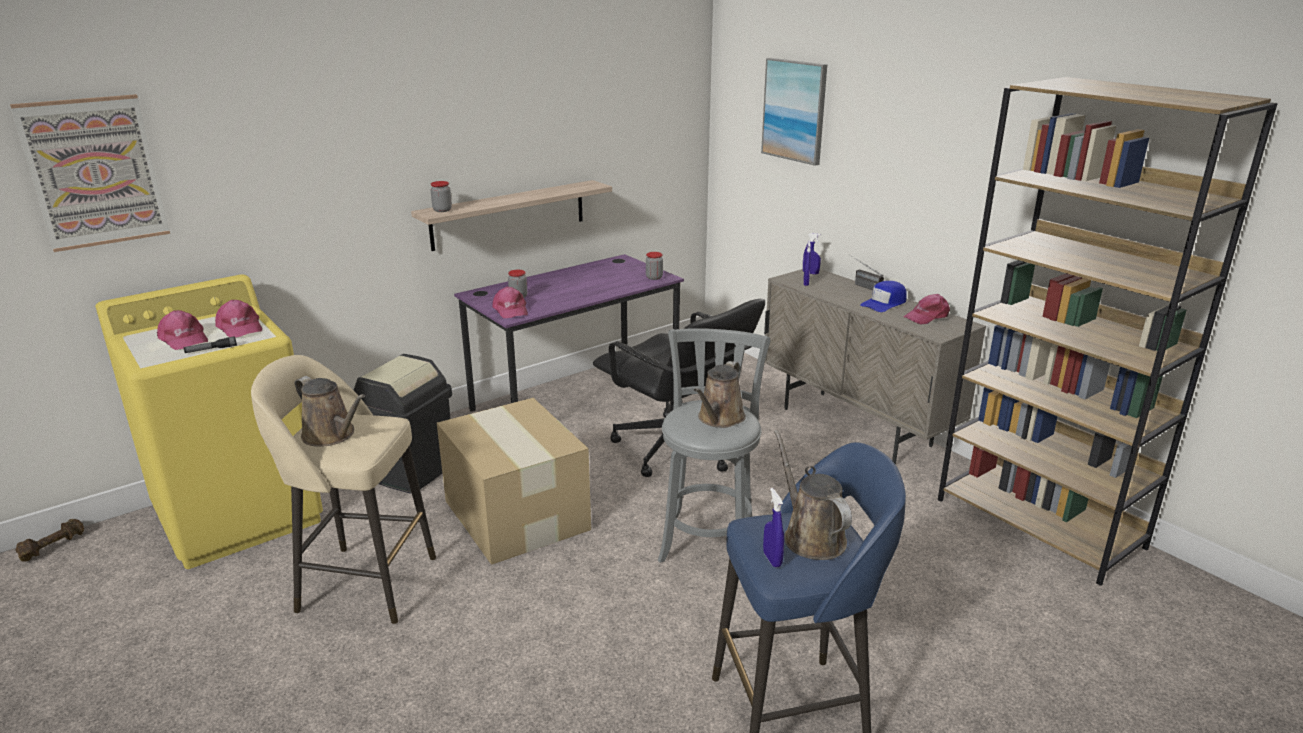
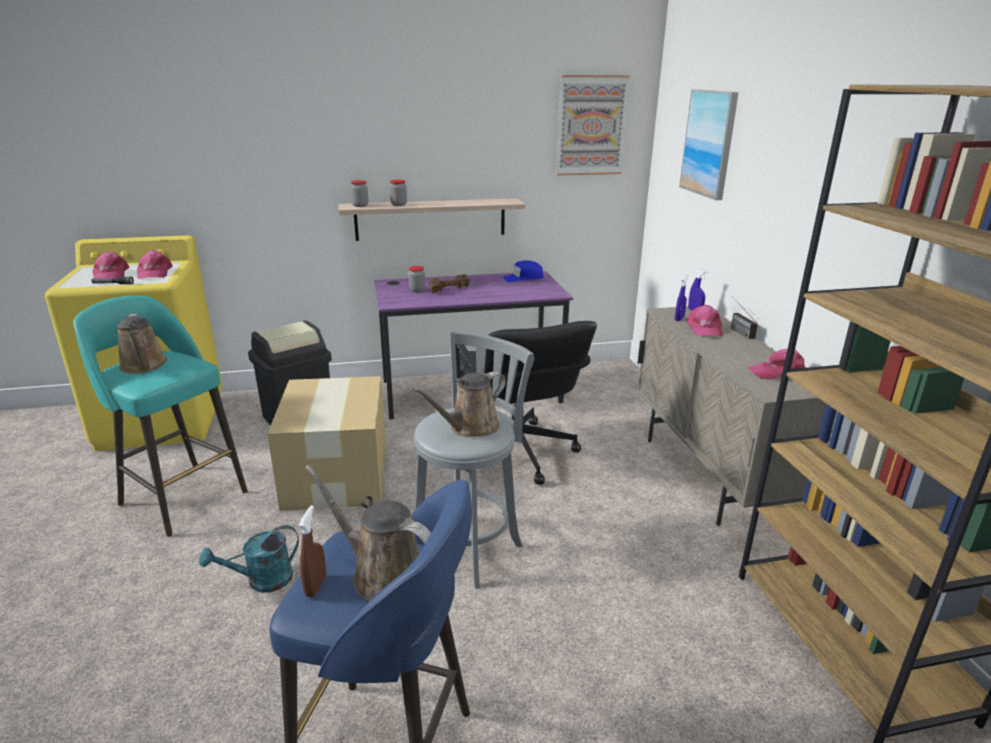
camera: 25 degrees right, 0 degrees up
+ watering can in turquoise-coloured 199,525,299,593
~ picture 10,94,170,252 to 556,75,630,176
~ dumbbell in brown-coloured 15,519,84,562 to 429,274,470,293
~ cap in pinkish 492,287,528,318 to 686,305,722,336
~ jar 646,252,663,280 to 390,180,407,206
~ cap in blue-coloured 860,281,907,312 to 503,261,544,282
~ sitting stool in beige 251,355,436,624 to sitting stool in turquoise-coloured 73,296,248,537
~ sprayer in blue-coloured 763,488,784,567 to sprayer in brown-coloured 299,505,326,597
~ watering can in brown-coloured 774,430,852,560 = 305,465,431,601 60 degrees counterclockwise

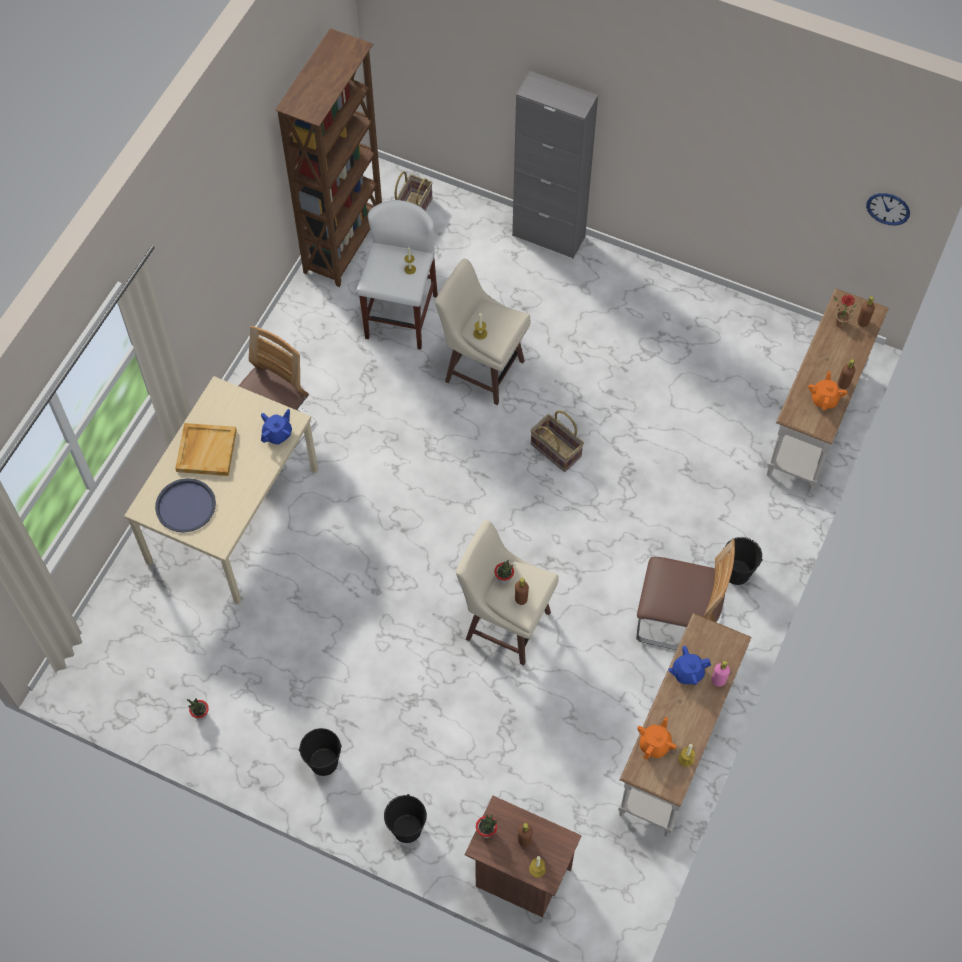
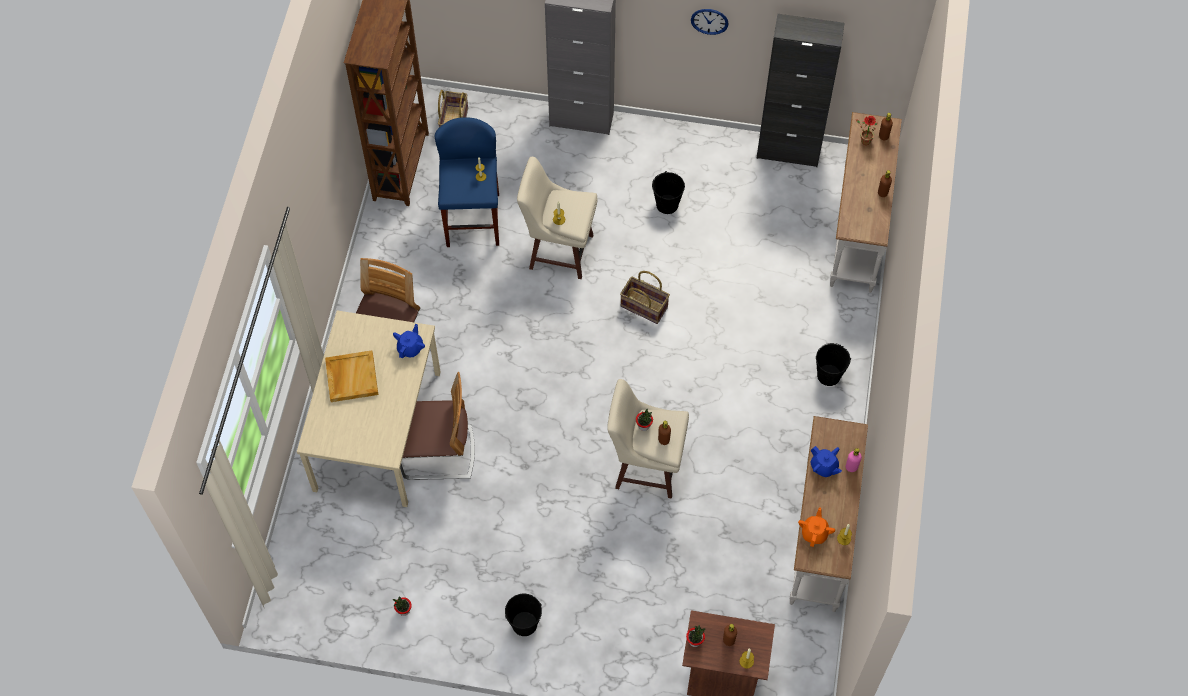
camera: 15 degrees left, 0 degrees up
- tray in blue-coloured 155,478,216,532
- teapot in orange 808,371,847,410
+ cupboard in black 756,14,845,167
~ water bucket in black 384,794,427,843 to 652,171,685,214
~ chair 636,540,735,650 to 400,372,475,480
~ wall clock 866,193,910,225 to 691,9,728,35
~ sitting stool in whitish 357,200,438,350 to sitting stool in blue-coloured 435,117,499,247
~ teapot in blue-coloured 668,646,711,685 = 810,446,842,477 105 degrees counterclockwise

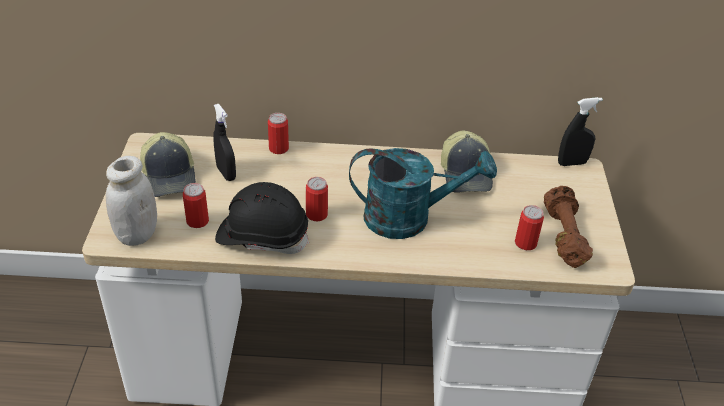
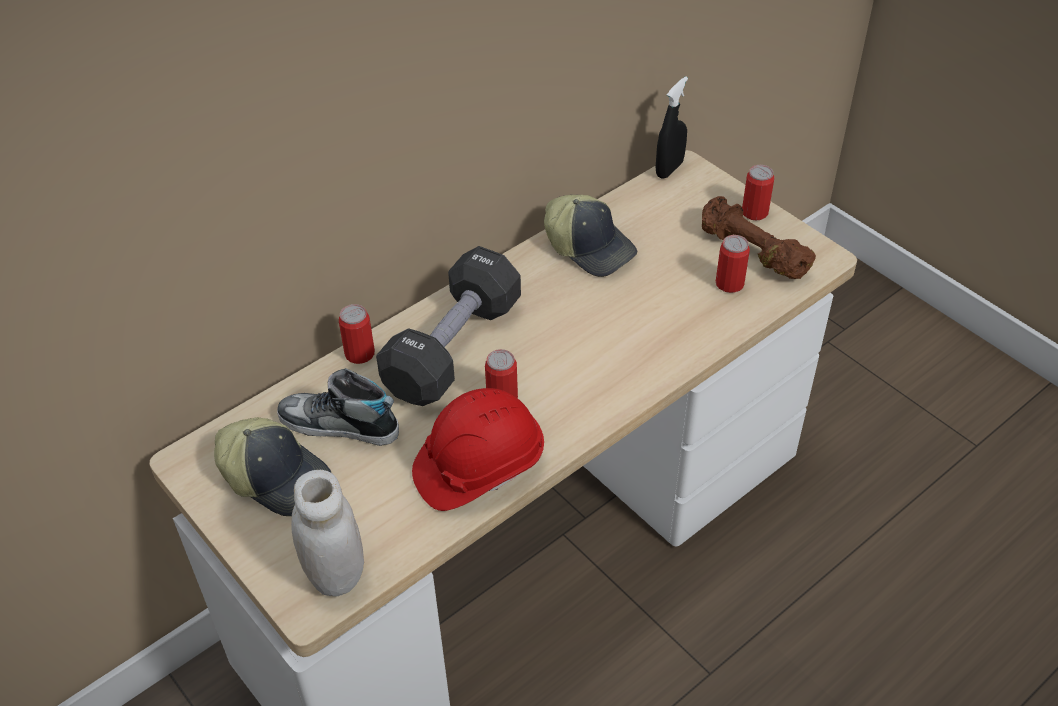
camera: 40 degrees left, 5 degrees up
- watering can in turquoise-coloured 349,148,497,239
+ dumbbell in black 376,246,521,406
~ can 183,183,209,228 to 742,165,775,220
~ sprayer in black 213,104,236,181 to shoe 277,368,399,446
~ safety helmet in black 215,182,309,254 to safety helmet in reddish 412,388,544,511

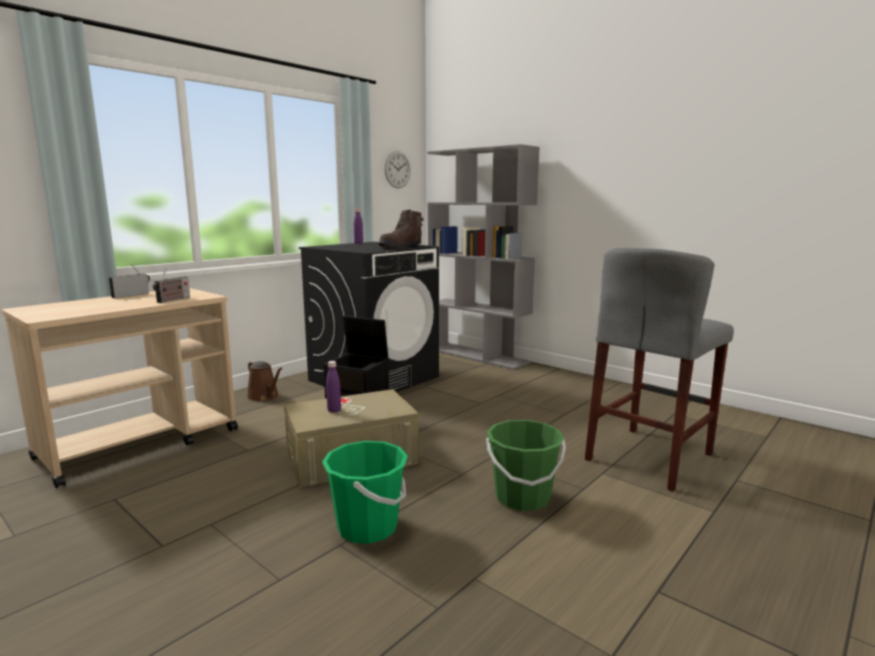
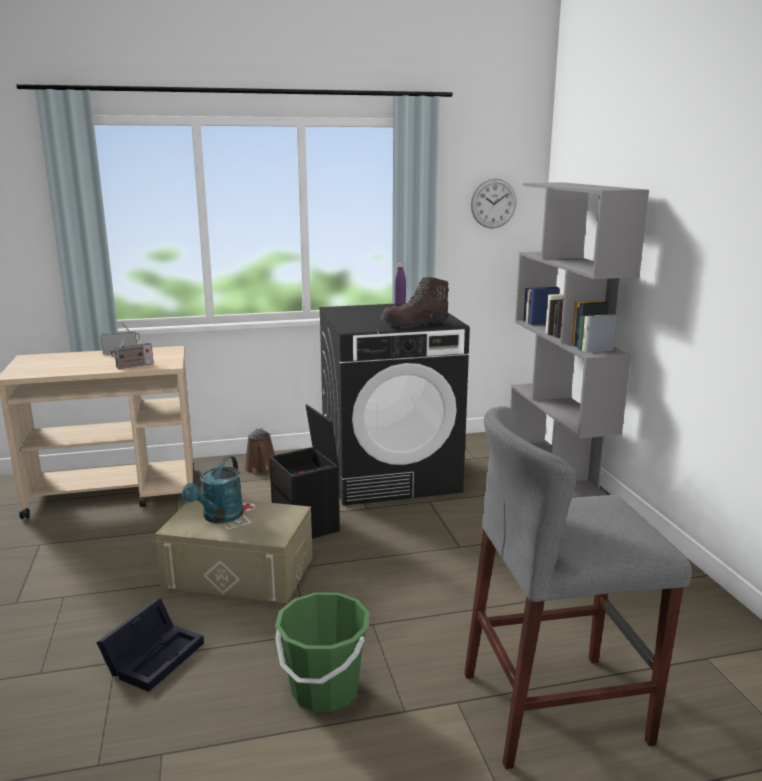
camera: 35 degrees right, 5 degrees up
~ water bucket in greenish 322,441,408,544 to storage container in black 96,598,204,692
~ beverage bottle in purple-coloured 326,361,341,413 to watering can in turquoise-coloured 182,456,244,523

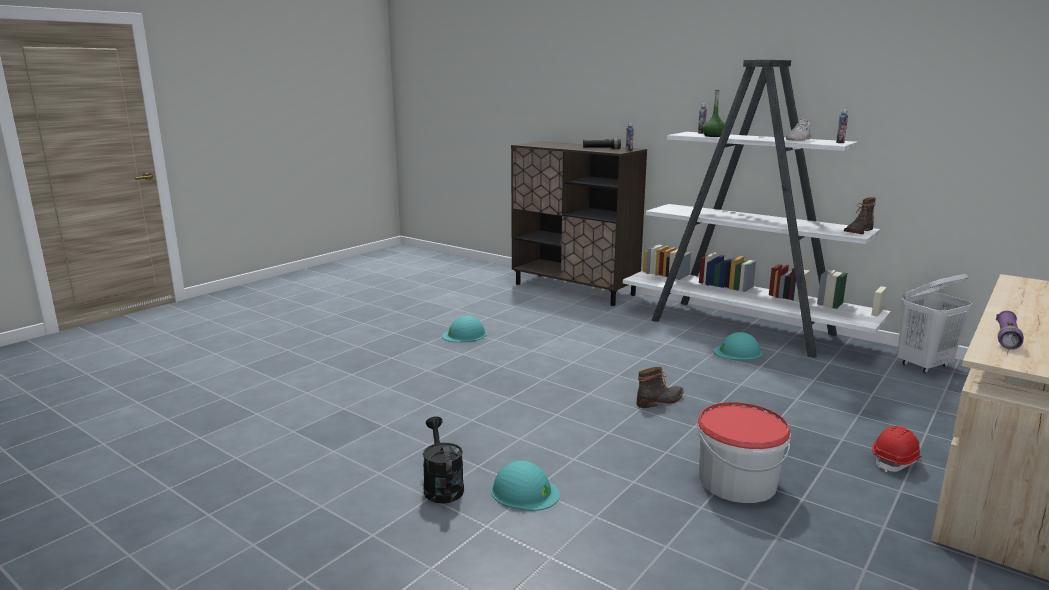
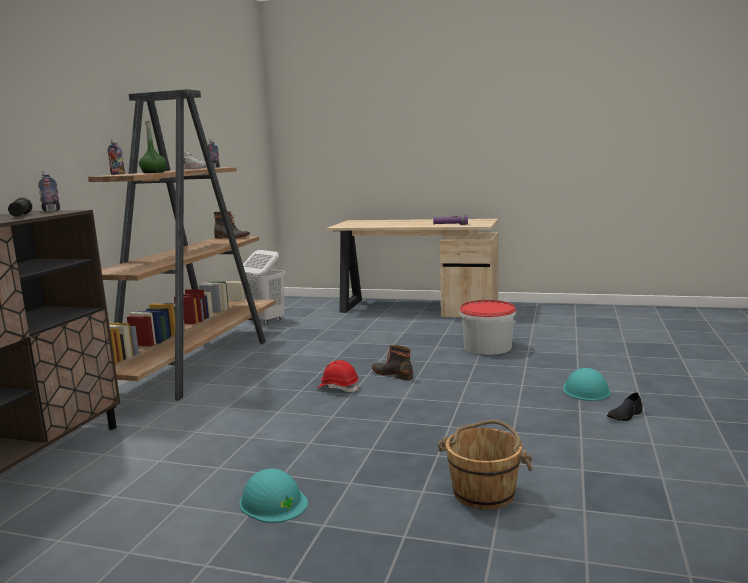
camera: 110 degrees left, 5 degrees down
- safety helmet in turquoise-coloured 713,332,762,360
+ water bucket in brown-coloured 437,420,533,509
~ safety helmet in reddish 872,426,921,472 to 318,360,359,392
~ watering can in black 423,416,464,503 to shoe in black 607,392,643,421
~ bookshelf in whitish 623,60,891,358 to bookshelf in brown-coloured 88,89,276,401

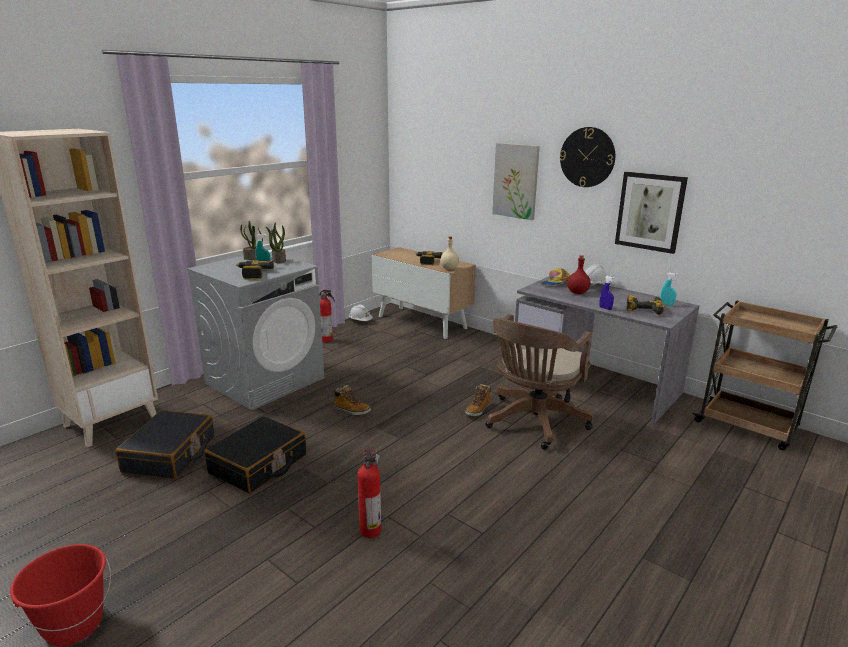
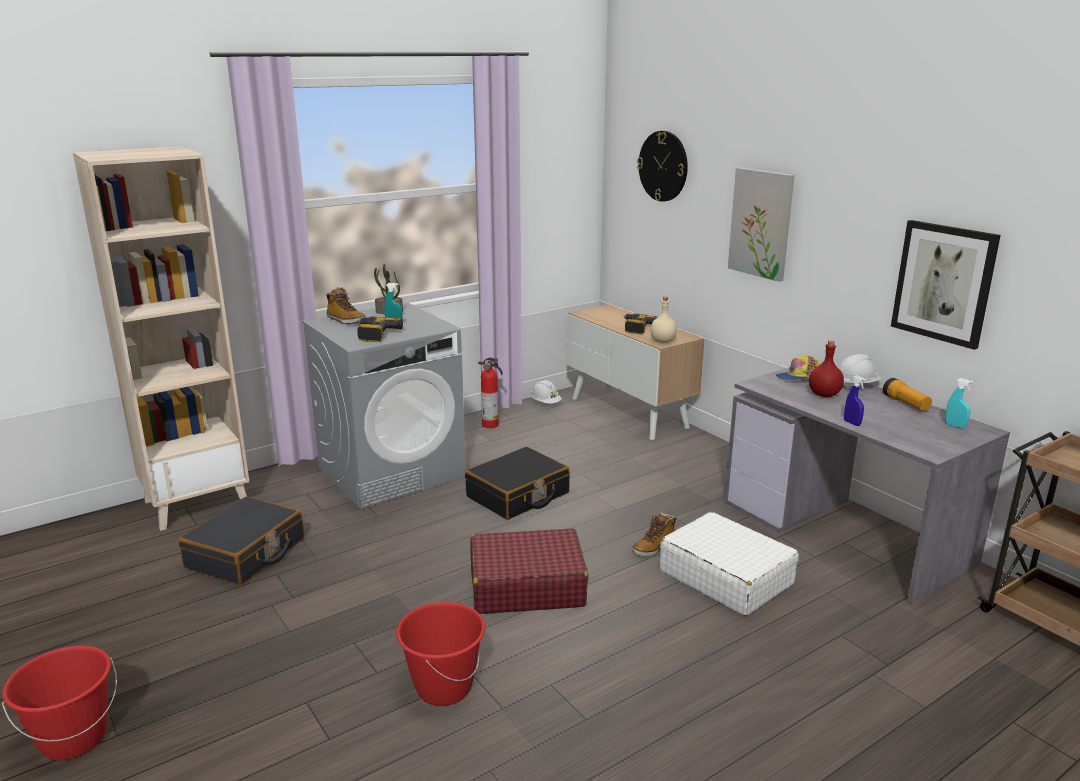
camera: 15 degrees right, 0 degrees up
- potted plant 265,222,286,263
- electric drill 626,295,664,315
+ piece of luggage in reddish 470,528,588,614
+ flashlight 883,378,932,411
~ piece of luggage in black 204,416,307,493 to 465,447,570,520
~ boot 334,385,371,416 to 326,287,366,324
~ wall clock 560,127,615,187 to 637,131,688,202
~ extinguisher 358,446,381,538 to water bucket in reddish 396,602,485,706
~ computer chair in brown-coloured 486,314,593,450 to piece of luggage in whitish 660,512,799,616

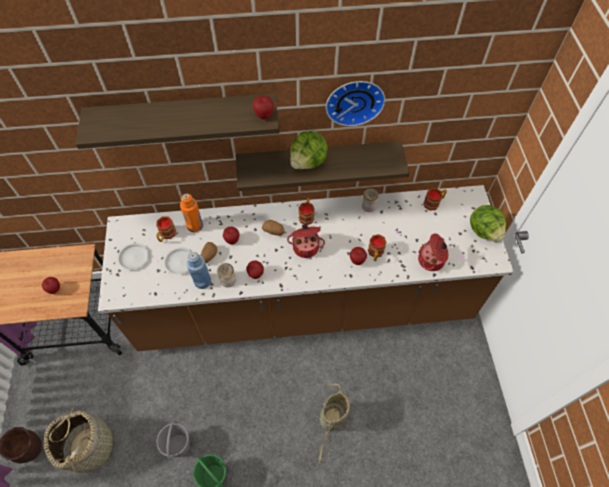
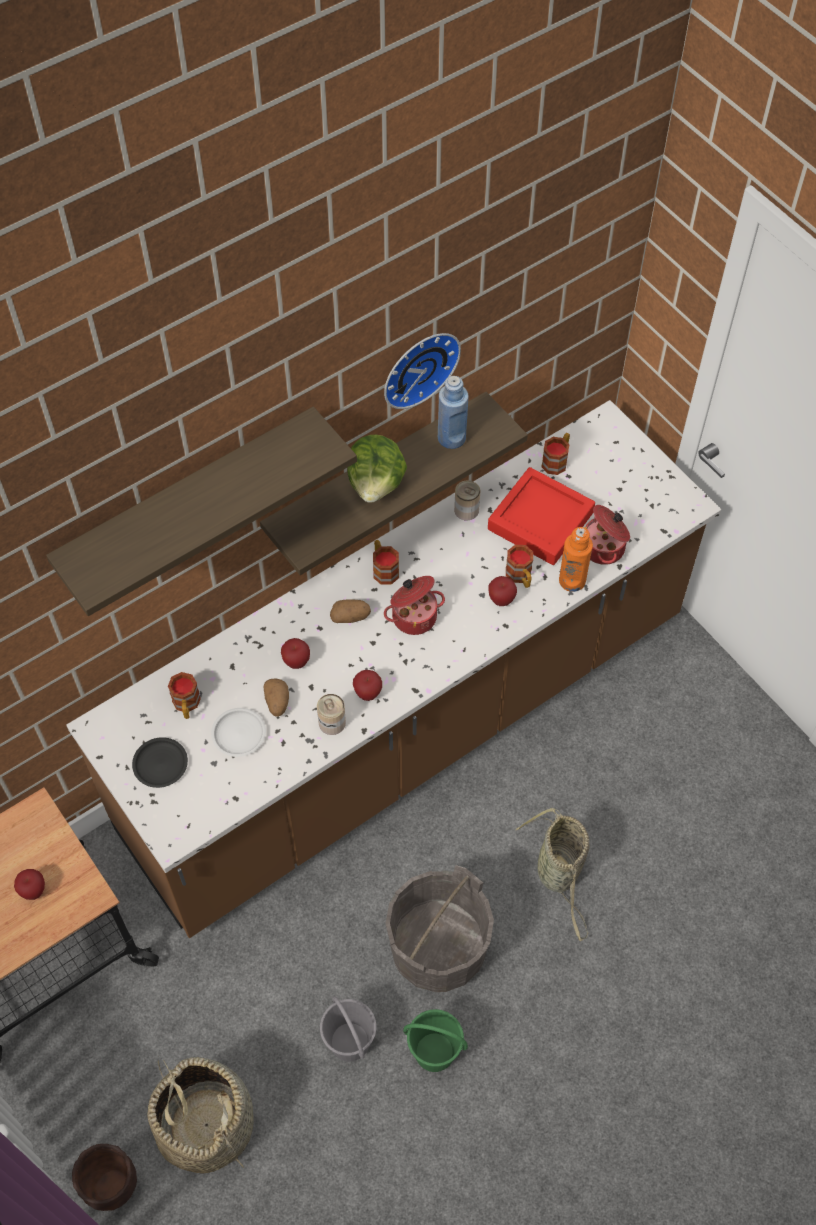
camera: 30 degrees left, 0 degrees up
- whole apple 252,96,274,119
- head of lettuce 470,205,506,241
+ water bucket in gray 385,865,494,992
+ tray in reddish 488,467,595,565
~ beverage bottle in orange 180,193,203,232 to 559,527,593,592
~ beverage bottle in blue-coloured 187,252,211,289 to 438,376,469,449
~ flat dish in whitish 117,243,149,270 to flat dish in black 132,737,188,788

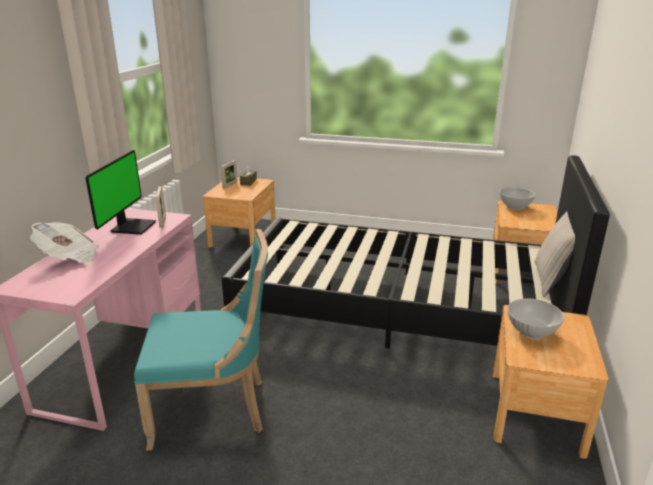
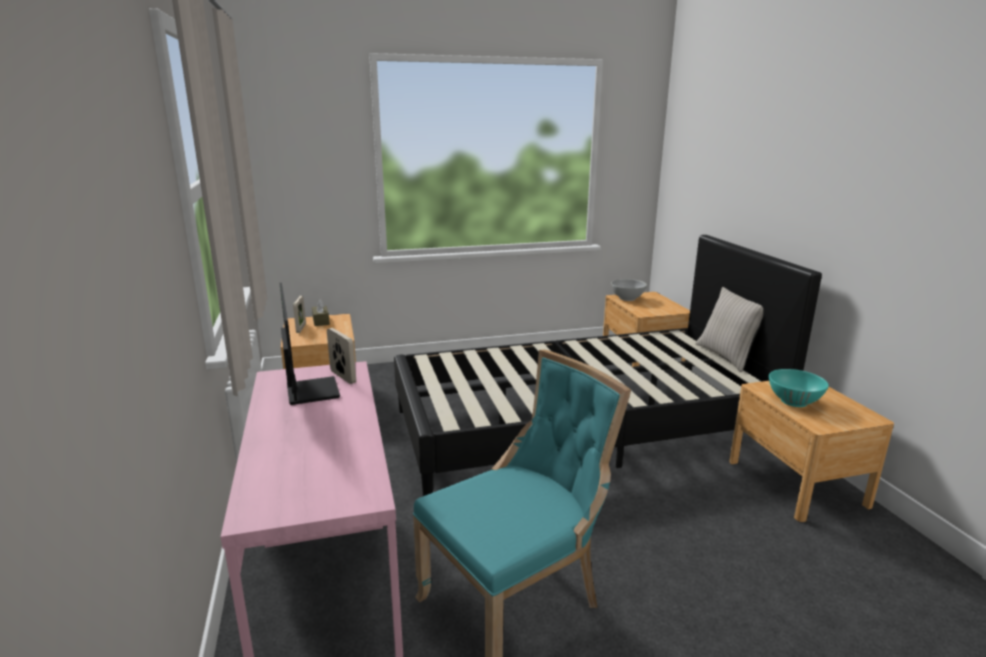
camera: 30 degrees left, 5 degrees down
- daily paper 30,222,99,264
~ deep dish in whitish 507,298,564,339 to deep dish in turquoise-coloured 769,369,829,407

